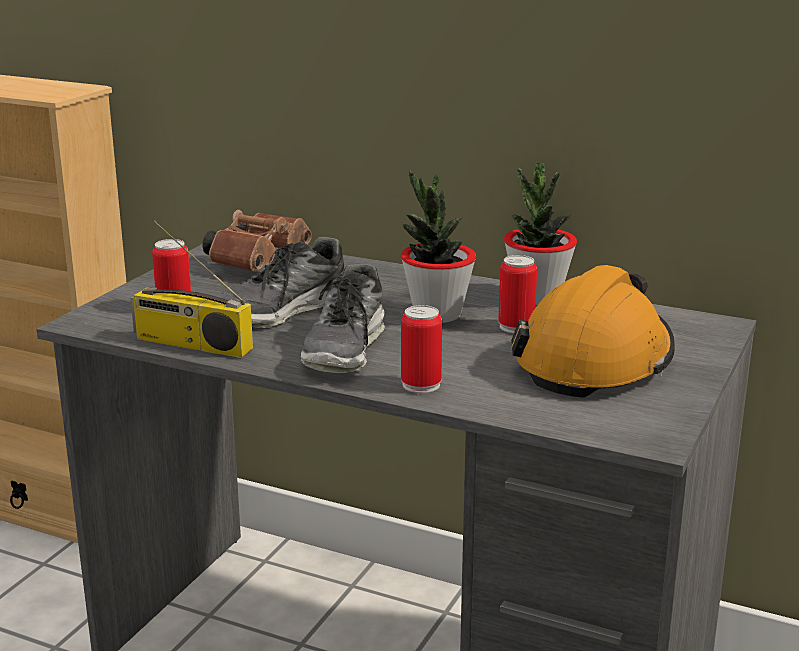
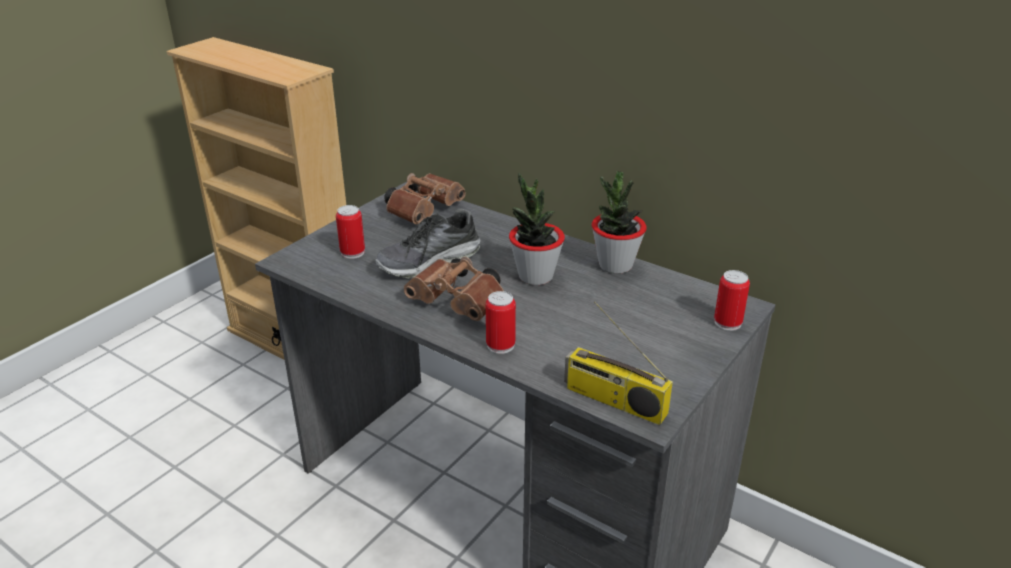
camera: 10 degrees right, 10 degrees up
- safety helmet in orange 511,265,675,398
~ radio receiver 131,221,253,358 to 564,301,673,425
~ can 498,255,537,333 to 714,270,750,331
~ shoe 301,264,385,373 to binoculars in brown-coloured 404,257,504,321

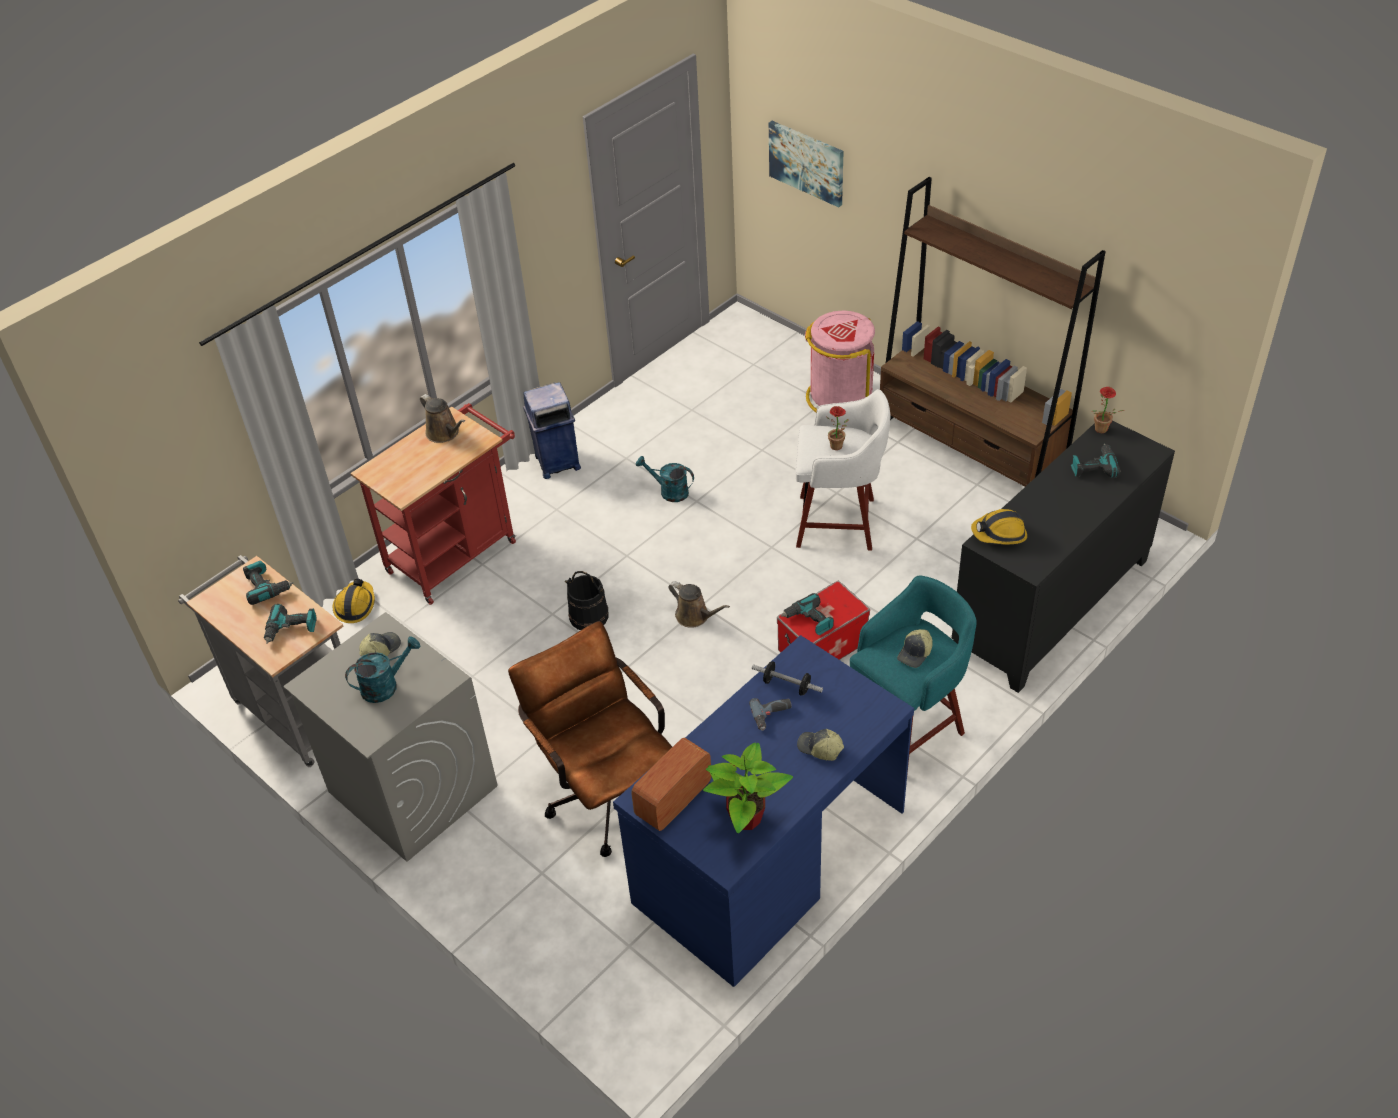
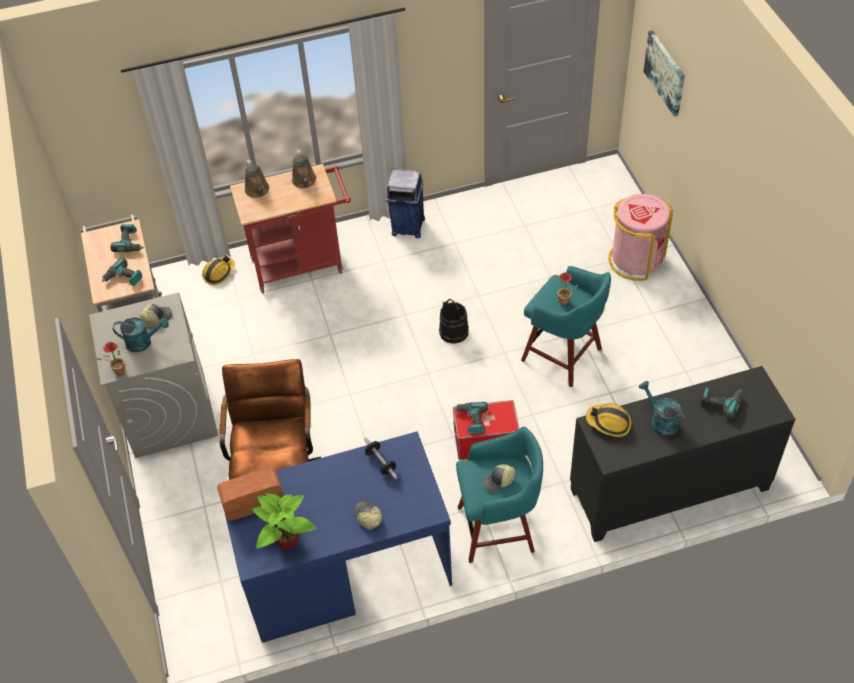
camera: 30 degrees right, 5 degrees up
- electric drill 749,698,792,731
- bookshelf in brown-coloured 880,177,1105,487
~ water bucket in black 565,571,608,630 to 439,299,469,343
~ watering can in turquoise-coloured 636,456,694,502 to 639,381,685,436
~ watering can in brown-coloured 668,581,730,628 to 245,159,269,198
~ potted plant 1092,387,1124,433 to 96,342,127,375
~ sitting stool in whitish 796,389,891,551 to sitting stool in turquoise-coloured 521,266,611,387

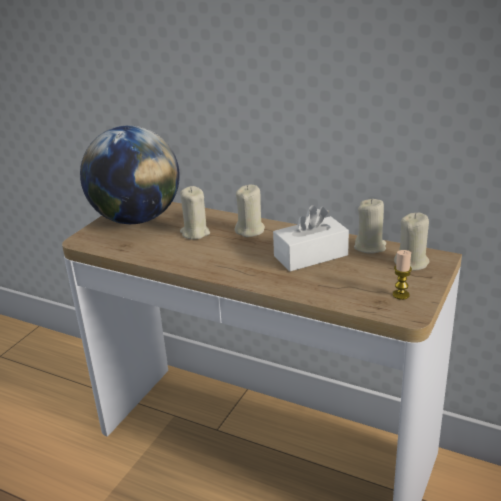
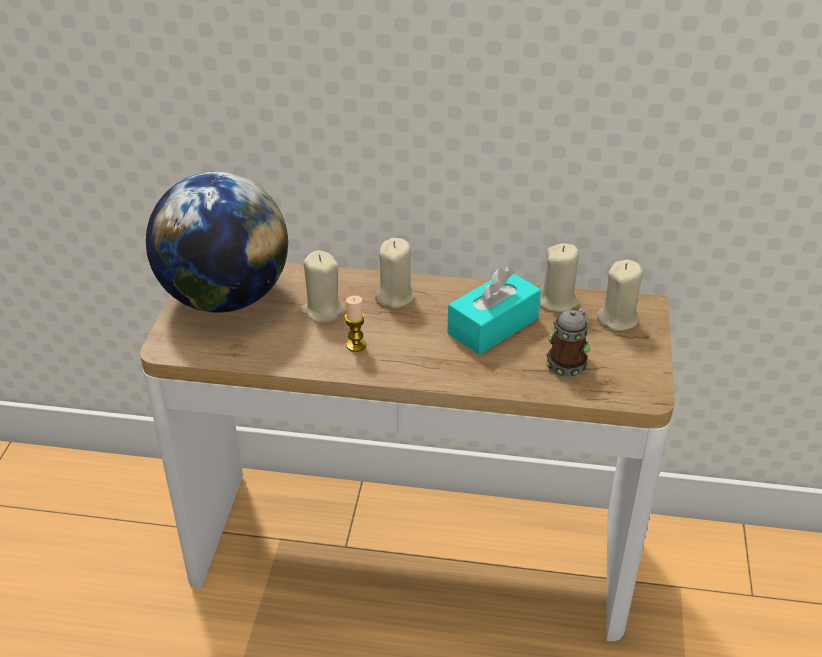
camera: 20 degrees left, 10 degrees up
+ tea mug 546,308,590,377
~ candle 393,250,412,300 to 345,296,366,352
~ box of tissues in whitish 273,205,349,271 to box of tissues in turquoise-coloured 447,266,541,355

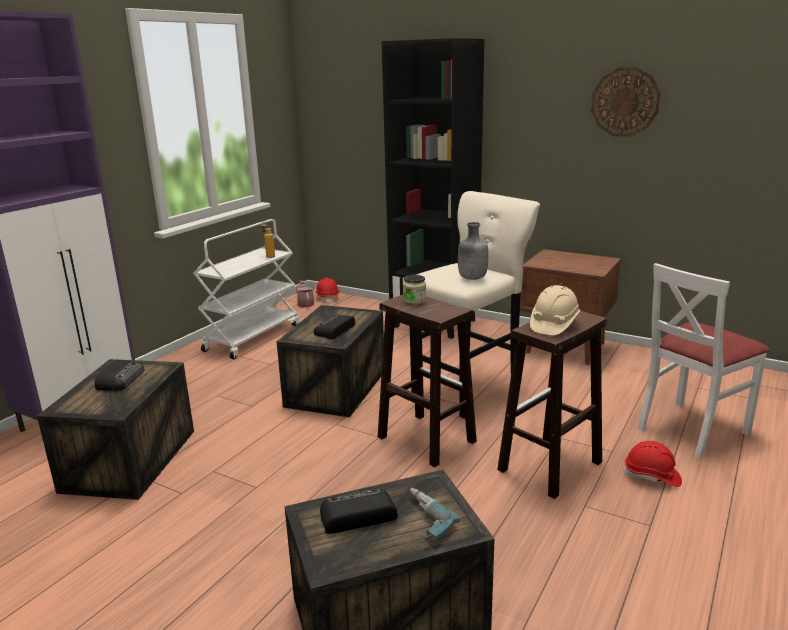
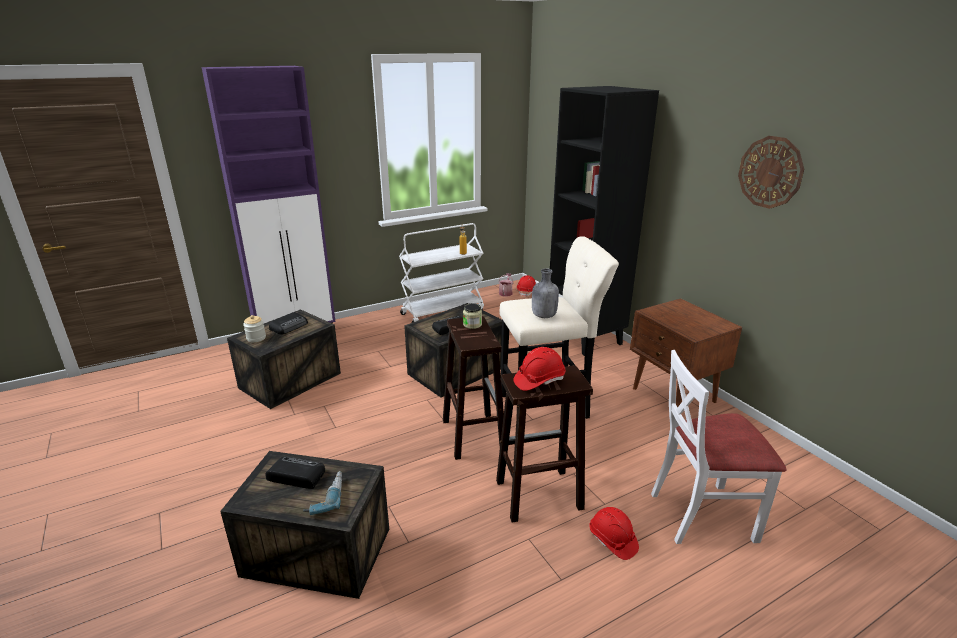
camera: 30 degrees right, 5 degrees up
+ jar 243,315,266,342
~ safety helmet in beige 530,285,581,335 to safety helmet in reddish 514,347,565,391

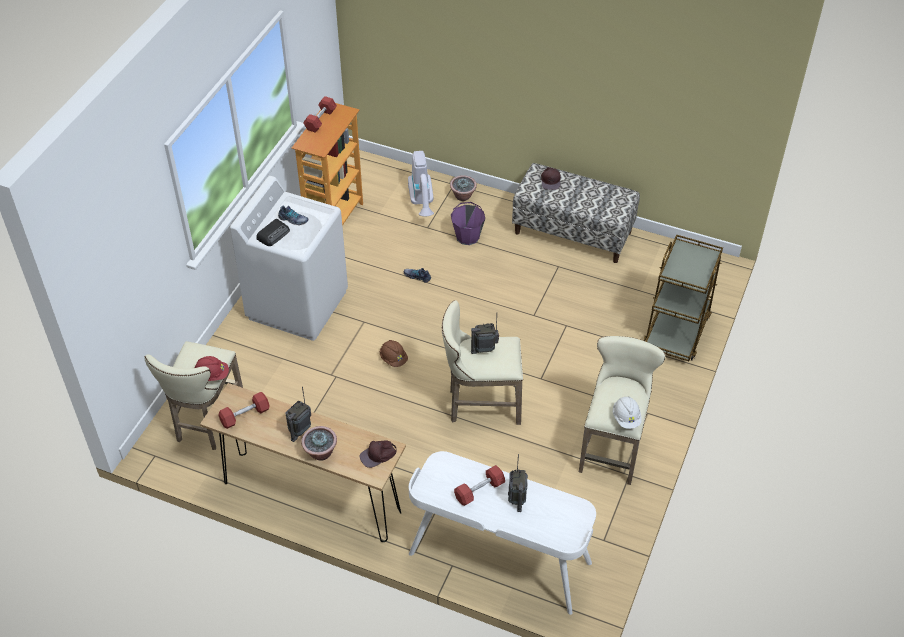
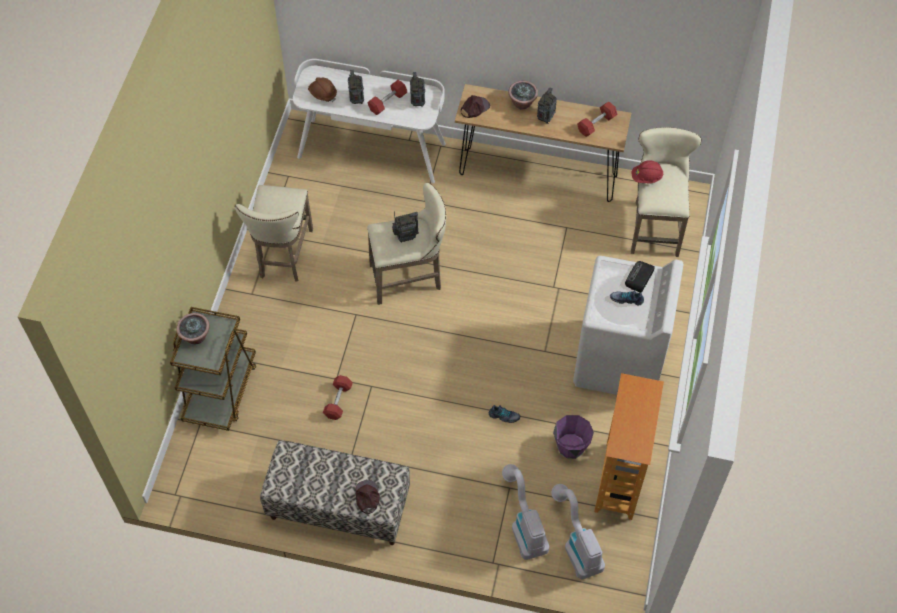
camera: 170 degrees right, 10 degrees up
- safety helmet in whitish 613,396,641,429
+ radio receiver 410,72,425,107
+ hoover 551,484,605,579
~ dumbbell in reddish 303,96,337,133 to 323,375,353,420
~ safety helmet in brown-coloured 380,340,408,367 to 308,77,337,102
~ potted plant 450,175,477,201 to 176,313,209,344
~ water bucket in purple-coloured 451,202,485,245 to 553,415,594,459

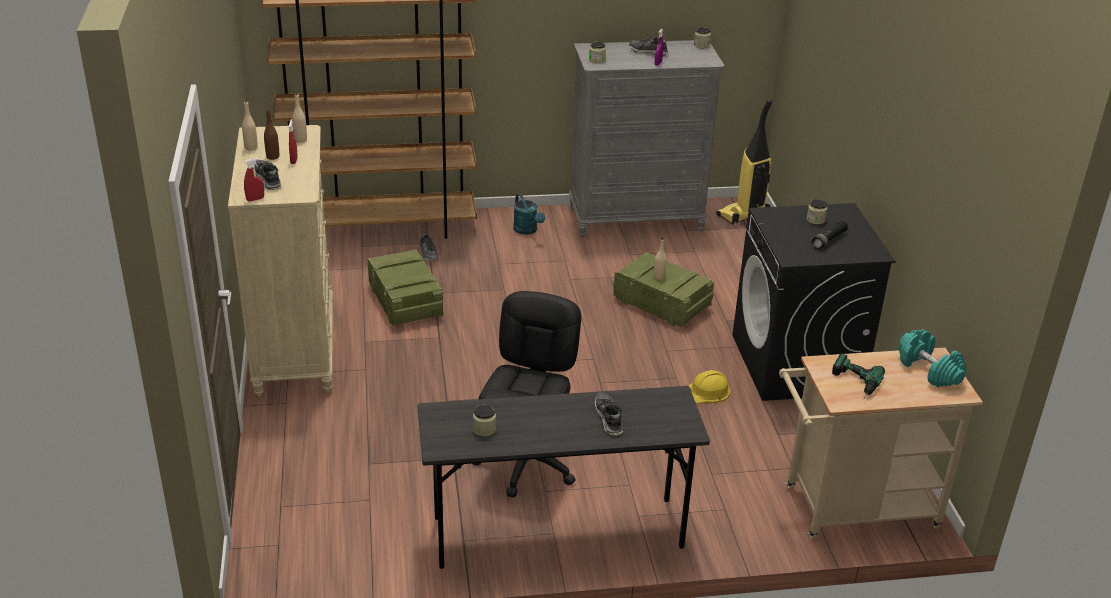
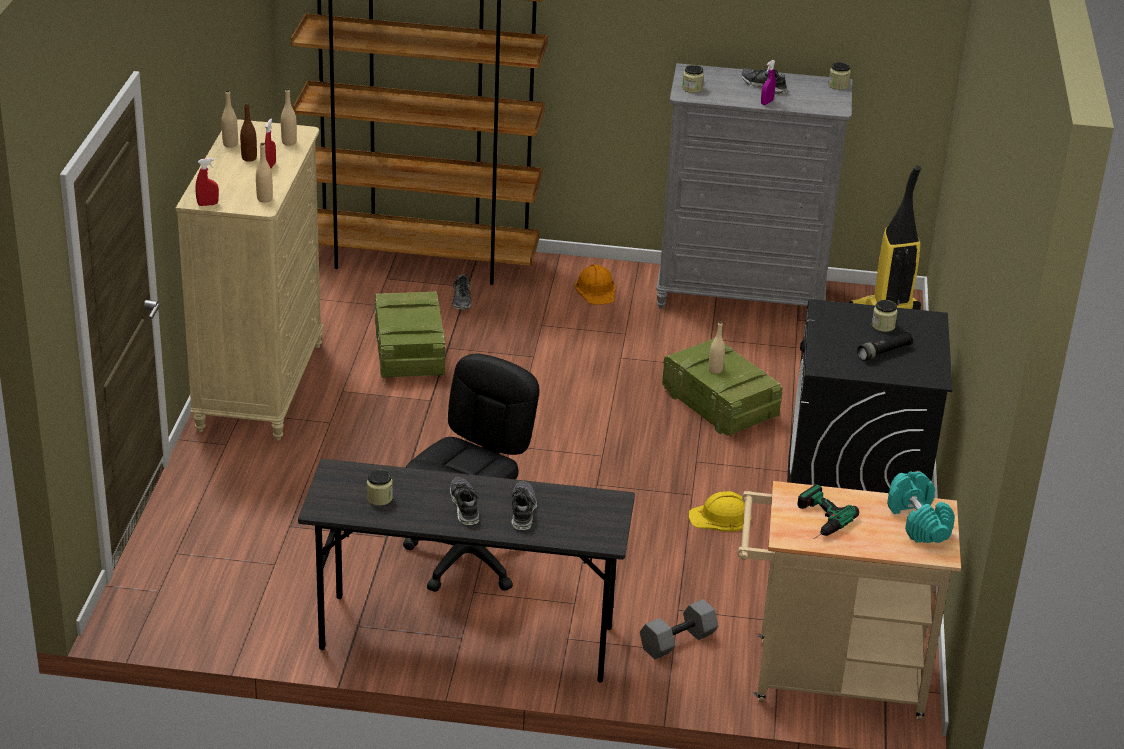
camera: 15 degrees right, 0 degrees up
+ beverage bottle in beige 256,143,273,203
+ dumbbell in gray 640,599,718,659
~ shoe 254,160,282,190 to 450,477,479,525
~ watering can in turquoise-coloured 513,194,545,235 to safety helmet in orange 575,264,615,305

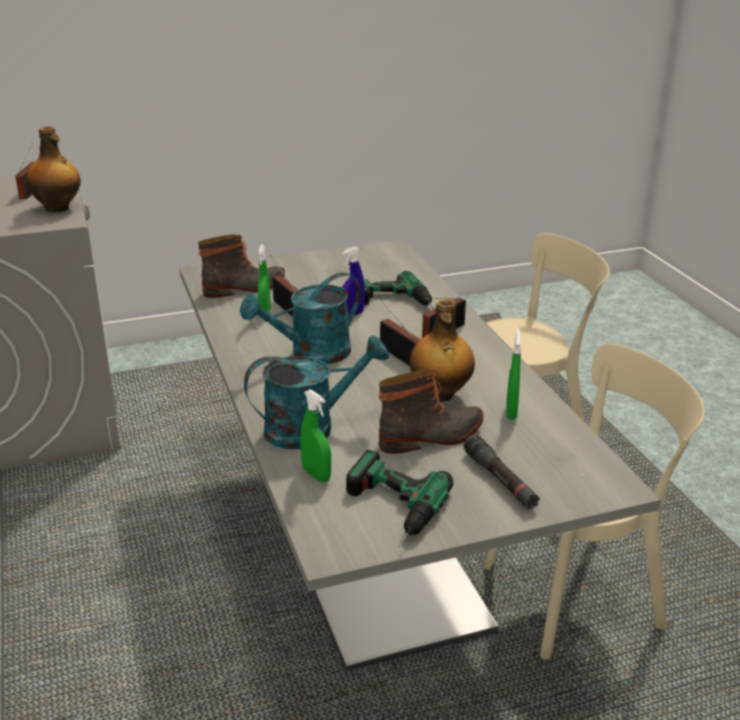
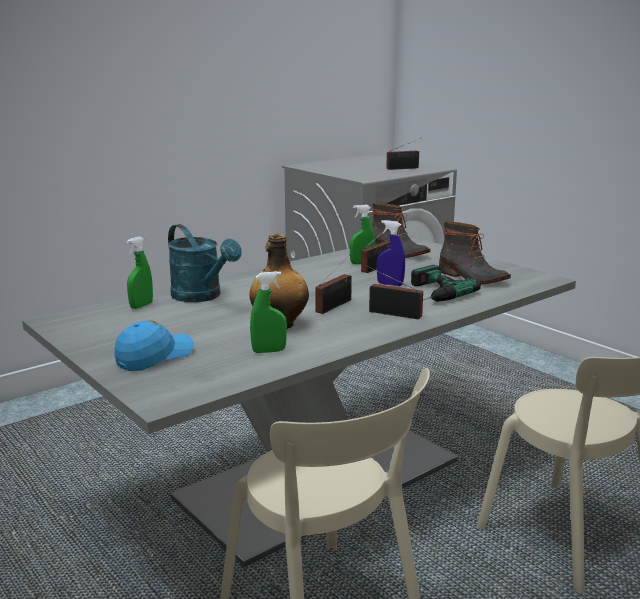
camera: 70 degrees right, 10 degrees down
- beverage bottle 26,126,81,212
- watering can in turquoise-coloured 240,272,361,364
- electric drill 346,450,453,547
~ boot 379,370,484,454 to 439,221,511,285
~ flashlight in black 463,435,540,509 to cap in blue-coloured 115,321,194,371

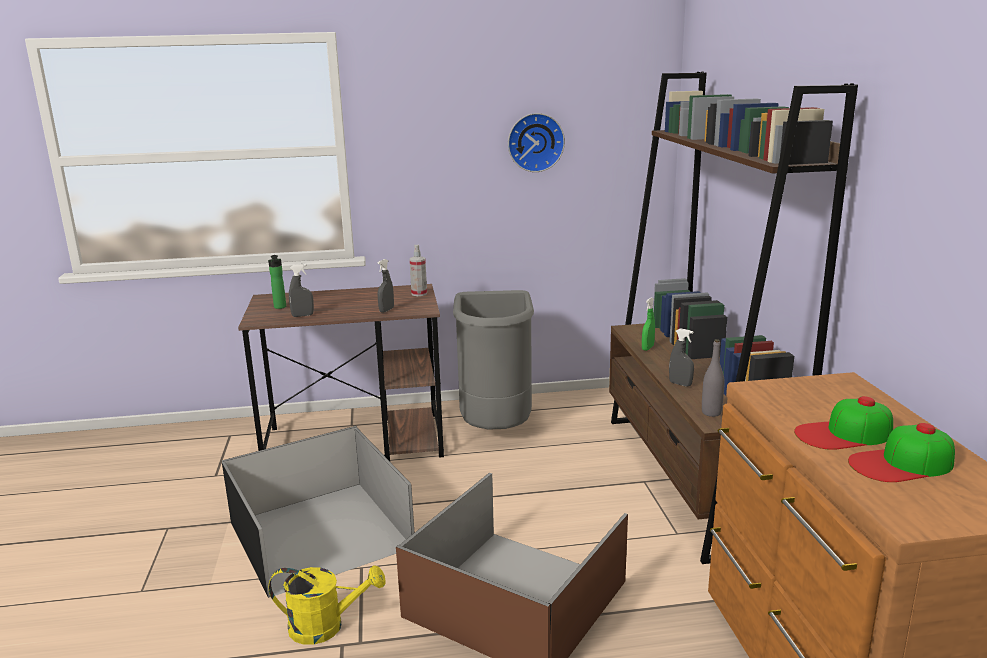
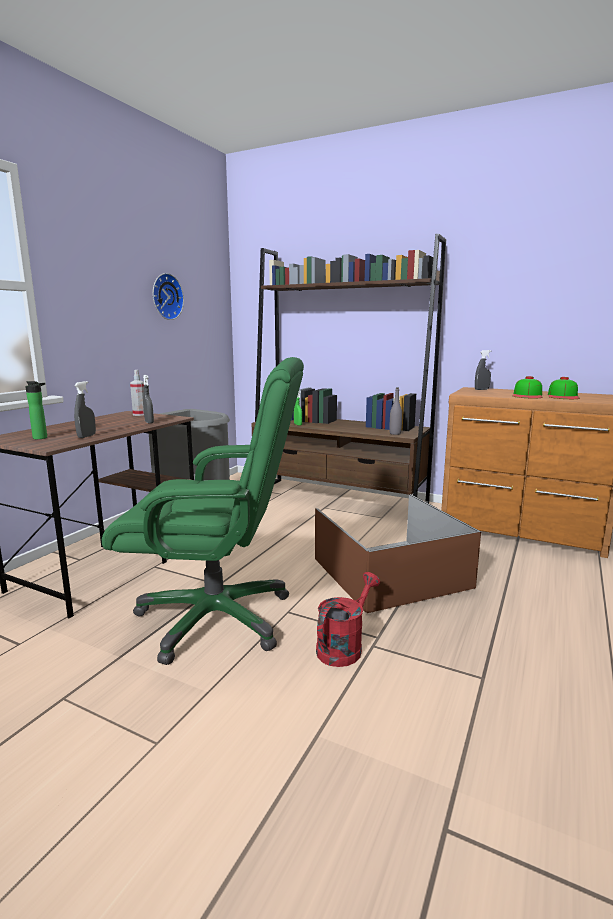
camera: 55 degrees left, 5 degrees down
~ sprayer in gray 669,328,694,386 to 475,350,491,390
~ storage container in black 222,426,414,598 to computer chair in greenish 102,357,304,665
~ watering can in yellow 269,565,386,645 to watering can in reddish 316,572,380,667

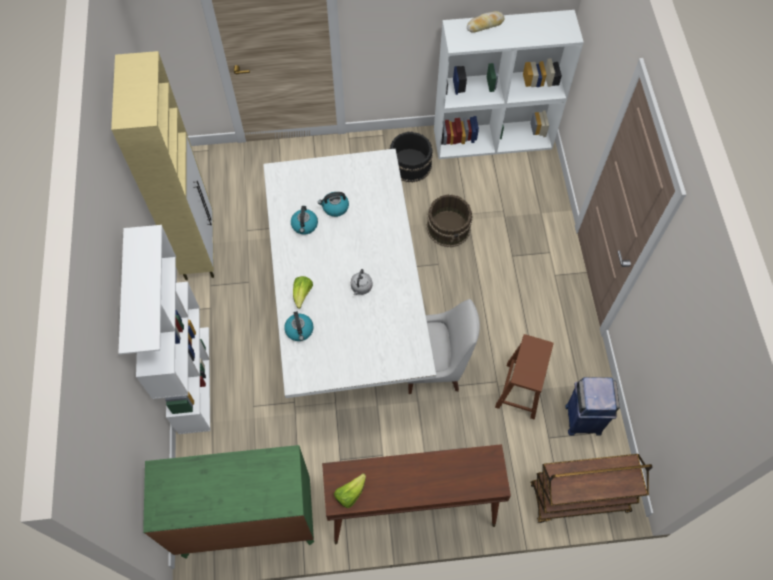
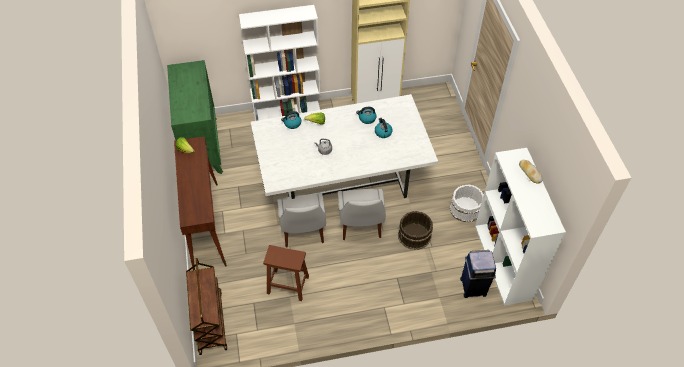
camera: 85 degrees right, 10 degrees down
+ chair in whitish 338,189,386,240
~ waste bin in blue-coloured 565,377,620,436 to 460,250,496,298
~ water bucket in black 390,132,433,182 to water bucket in whitish 449,184,484,222

